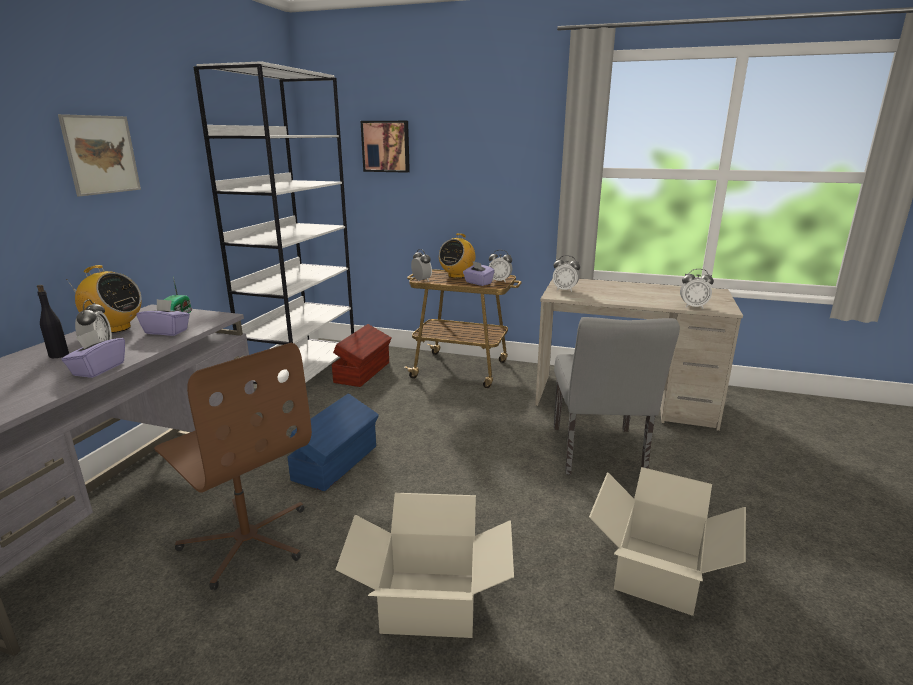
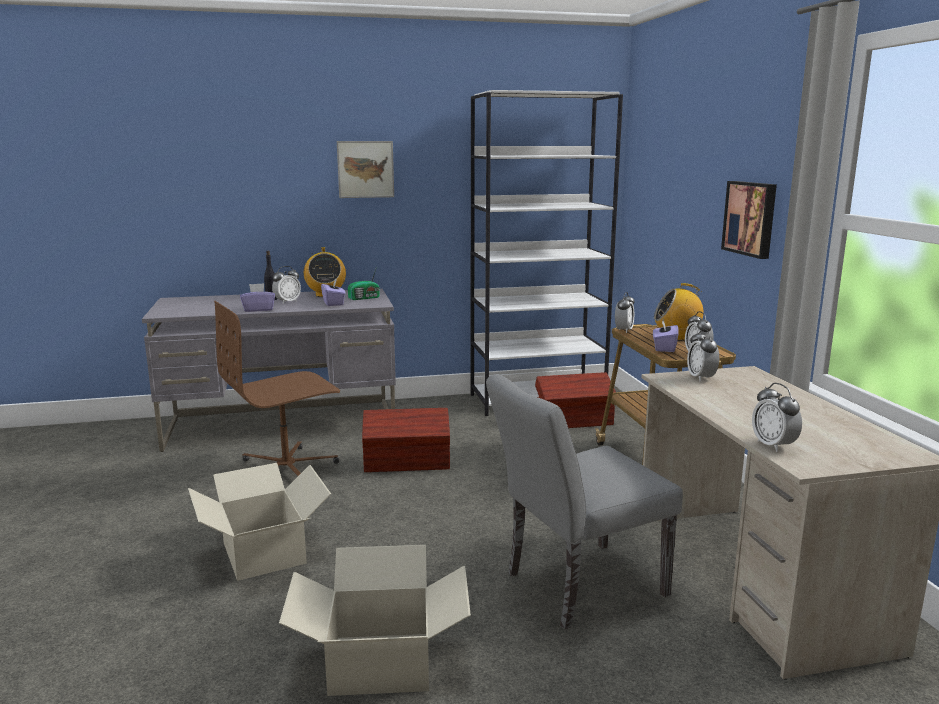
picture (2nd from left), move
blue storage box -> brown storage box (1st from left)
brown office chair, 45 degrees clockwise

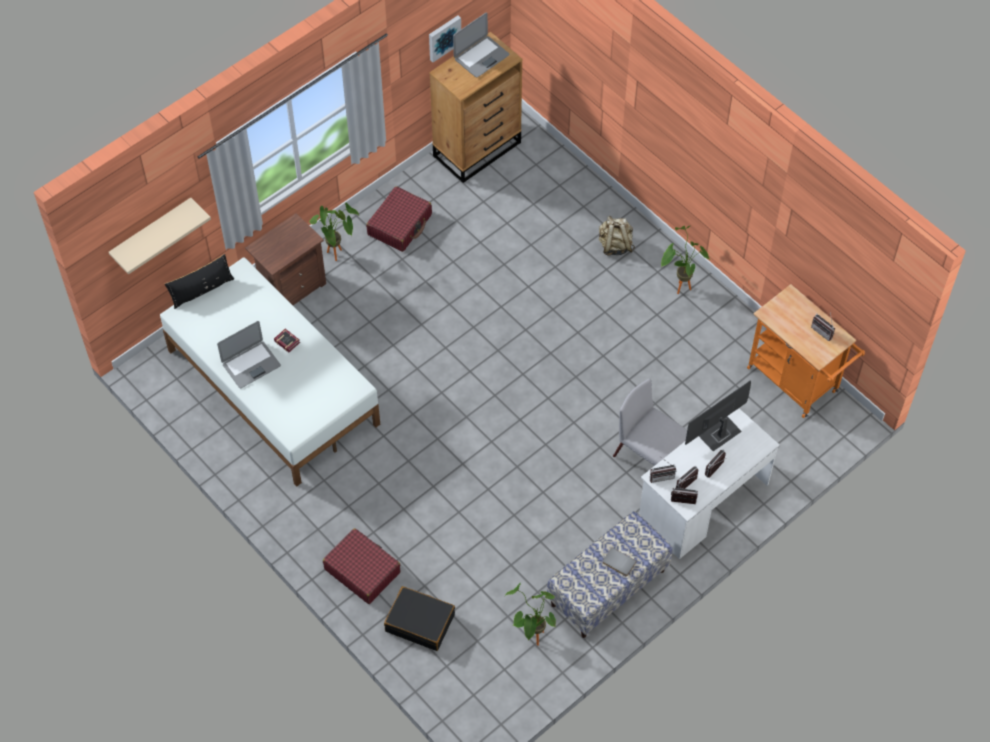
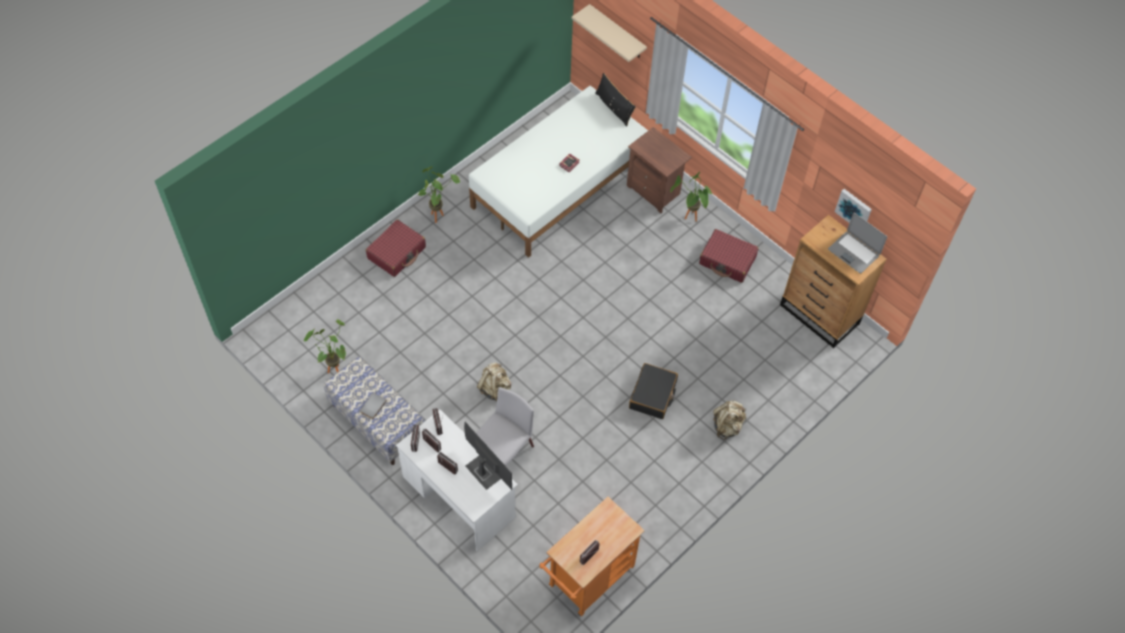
laptop (1st from left) -> none
none -> beige backpack (1st from left)
black suitcase, move
potted plant (3rd from left in the first image) -> potted plant (2nd from left), move

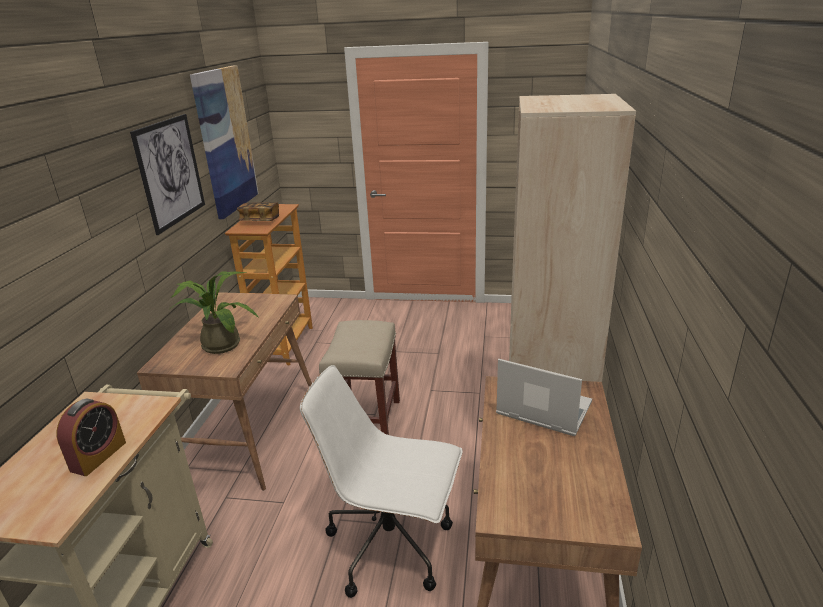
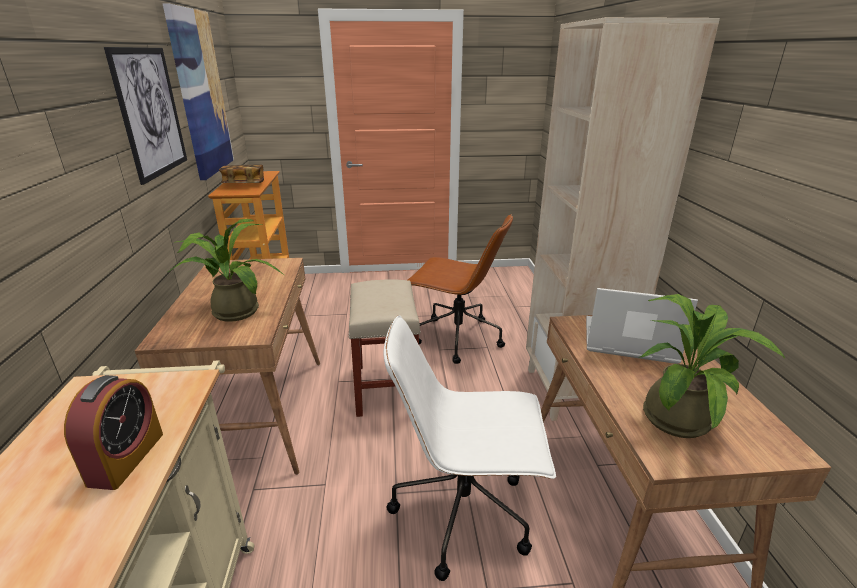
none -> brown office chair
none -> potted plant (2nd from left)

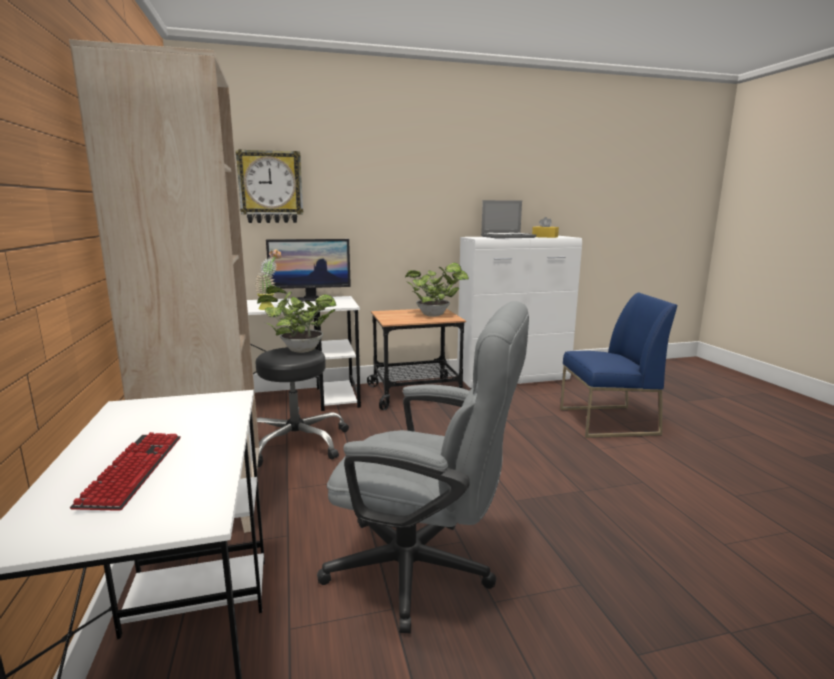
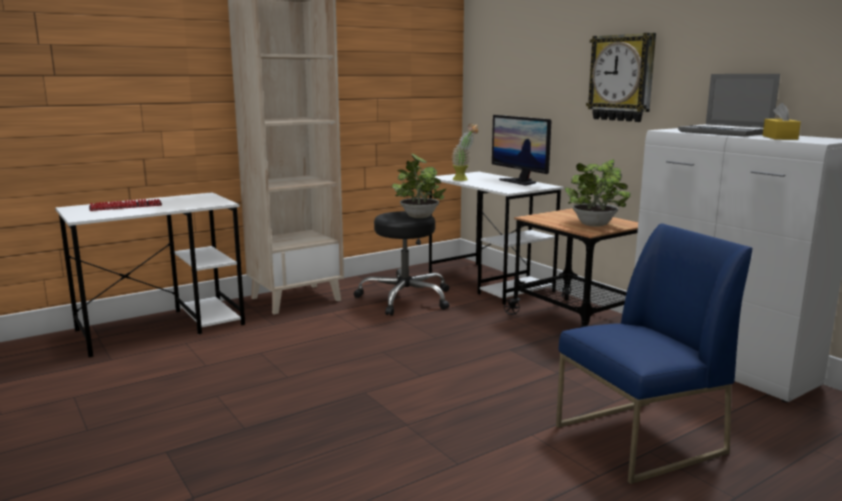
grey office chair -> none
wall clock, move
blue chair, 90 degrees counterclockwise

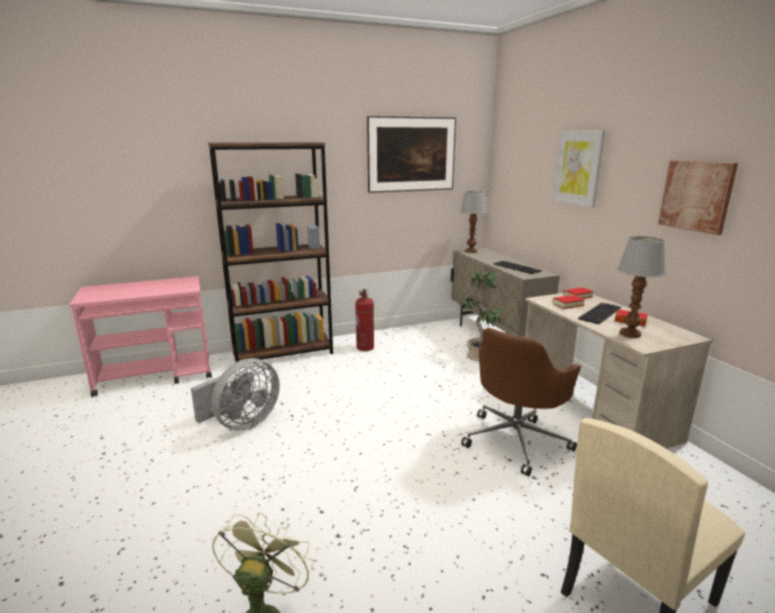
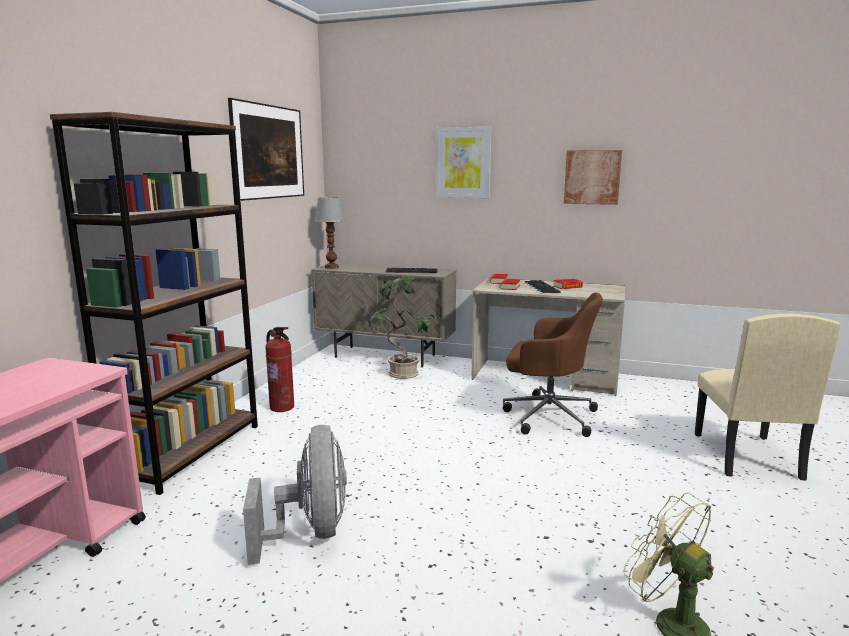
table lamp (2nd from left) -> none
brown office chair, 60 degrees counterclockwise

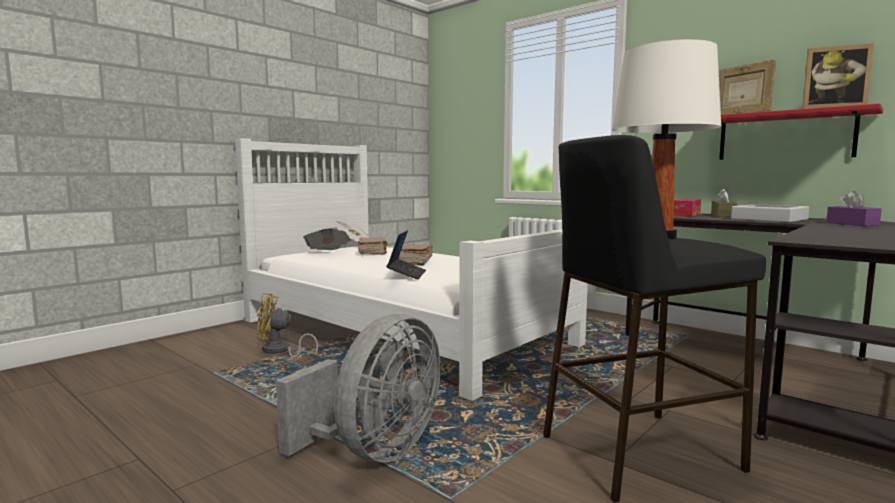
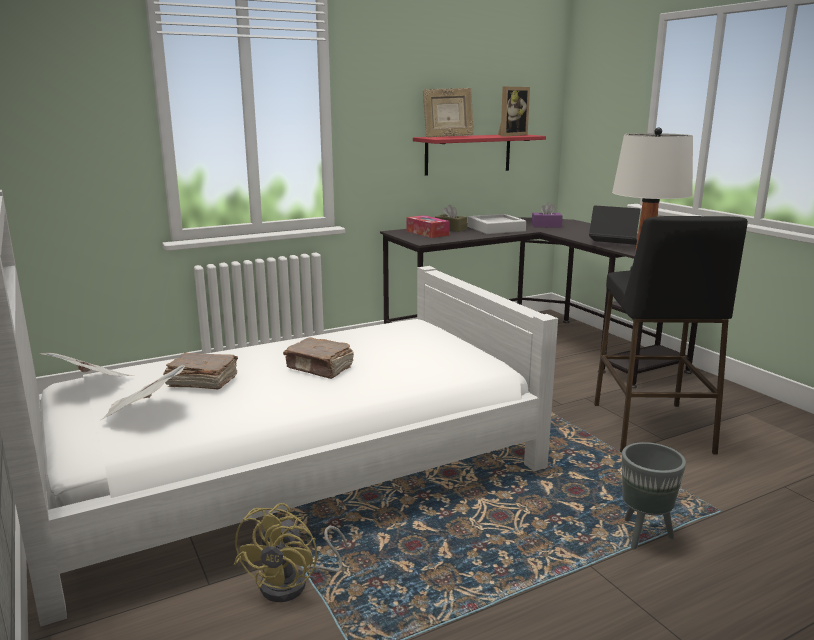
laptop, move
grey fan -> grey planter

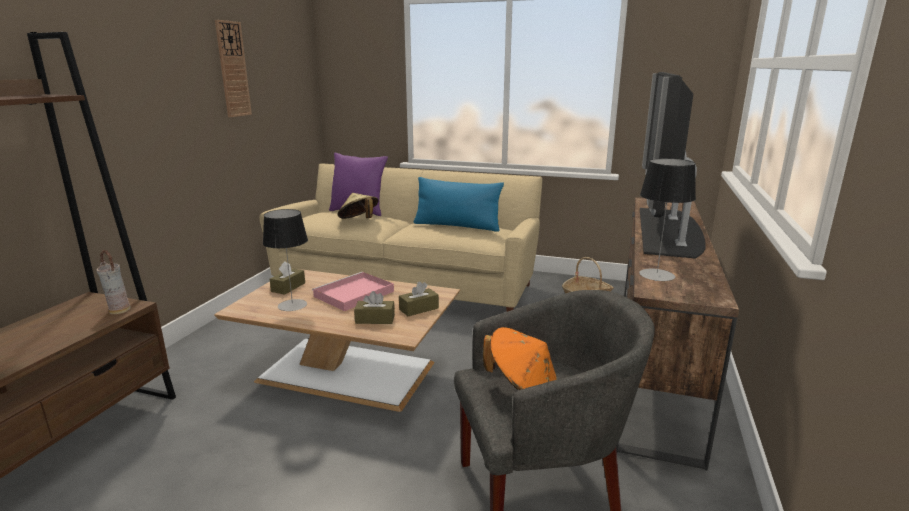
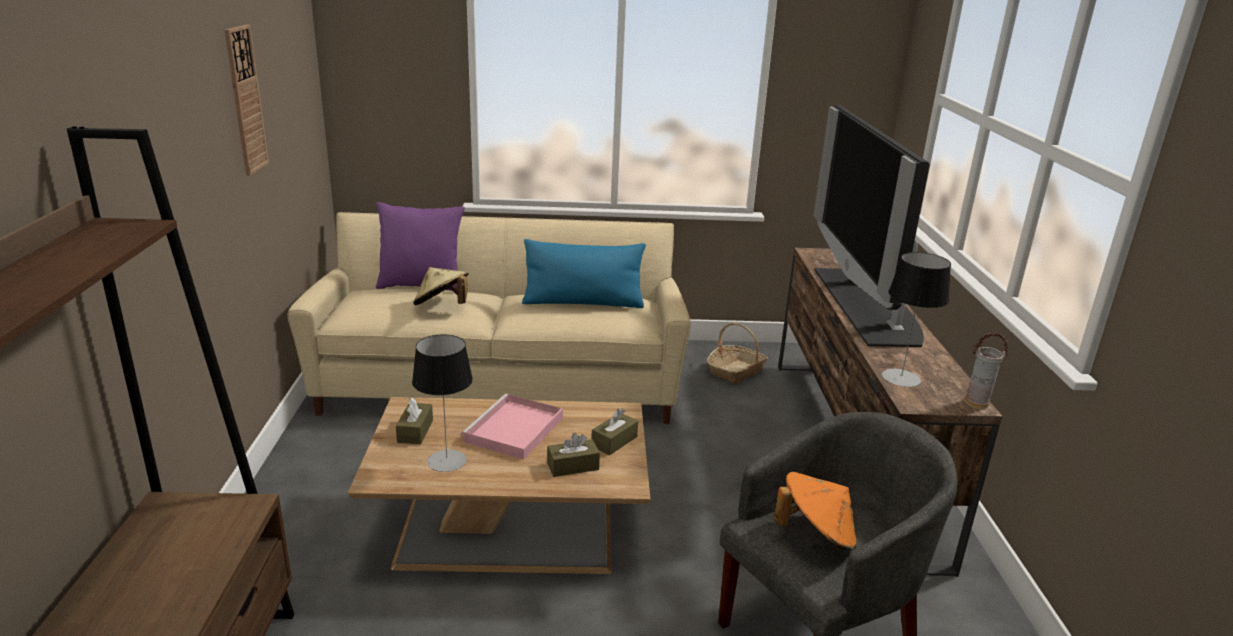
vase, move

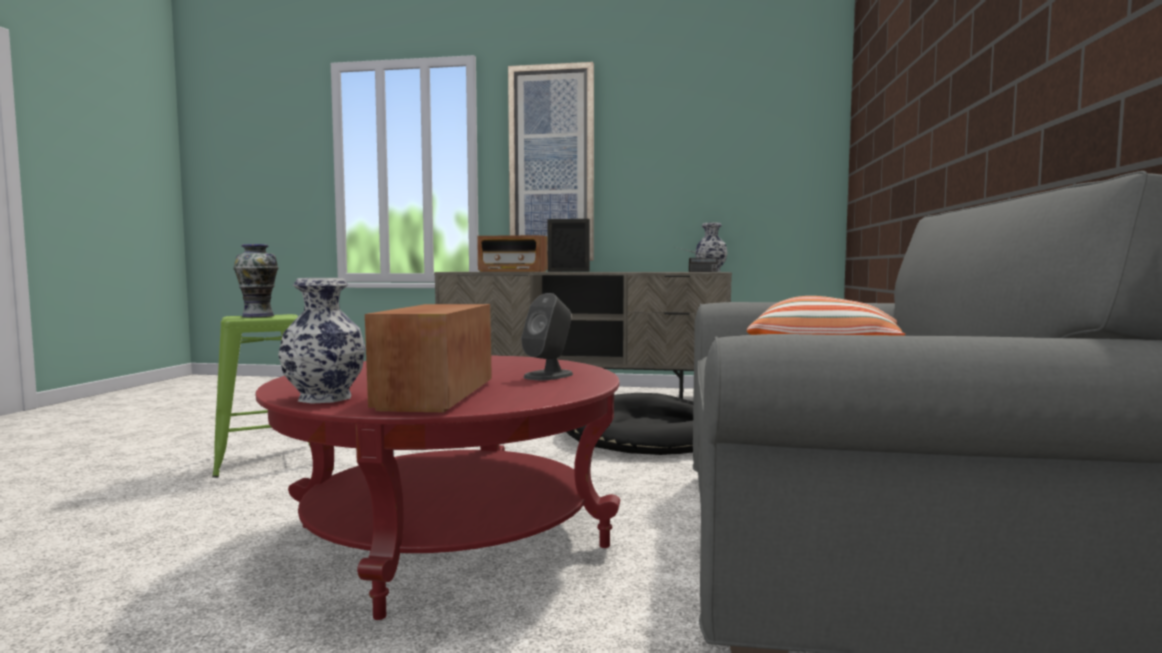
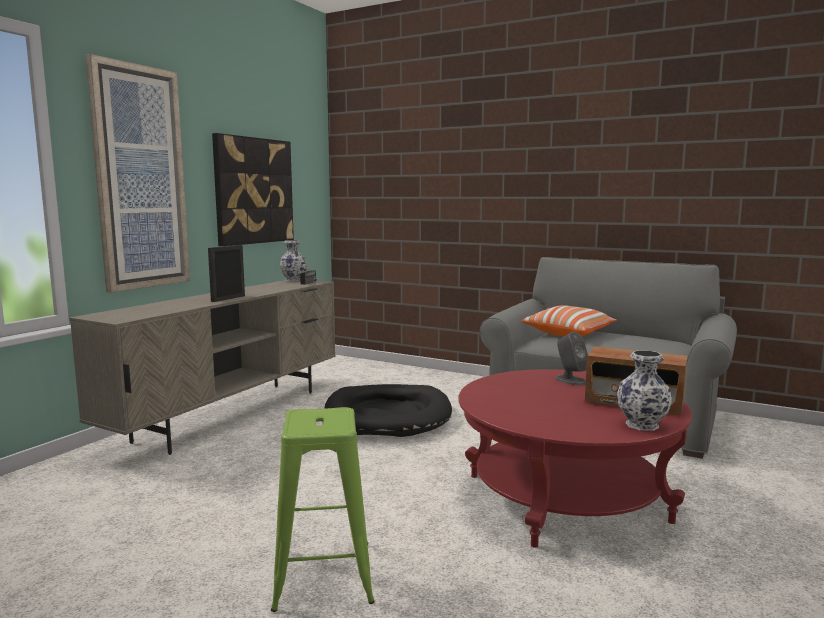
vase (1st from left) -> none
radio (2nd from left) -> none
none -> picture (2nd from left)

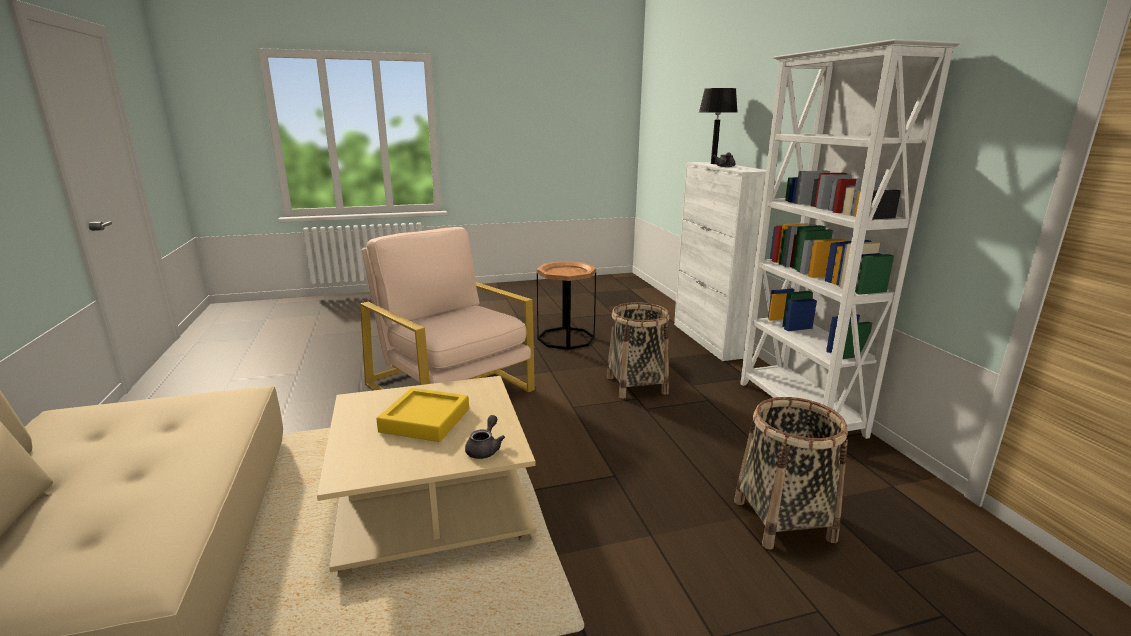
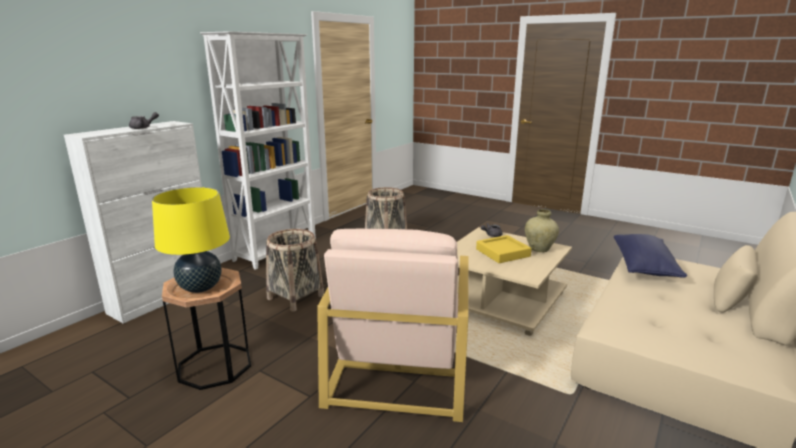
black table lamp -> none
none -> yellow table lamp
none -> beige vase
none -> blue pillow

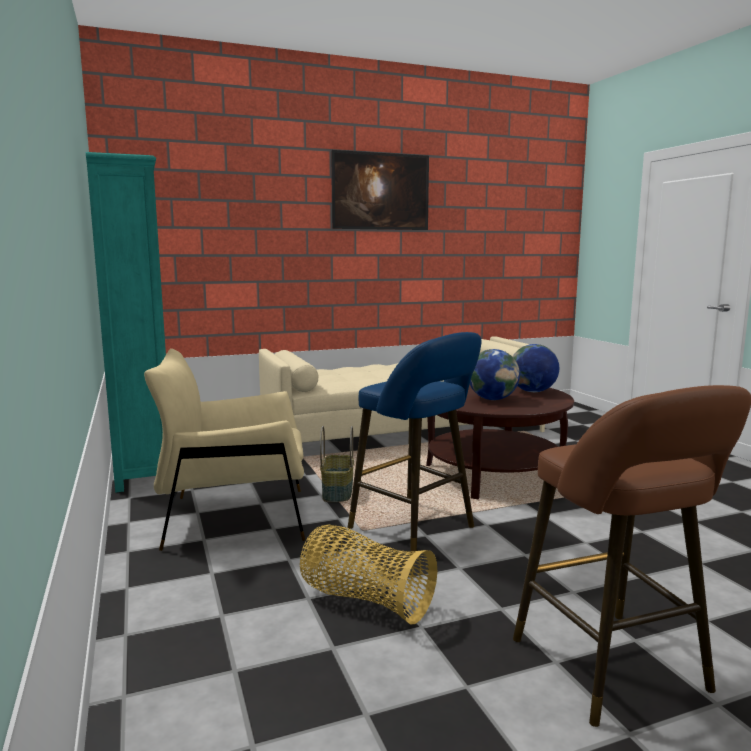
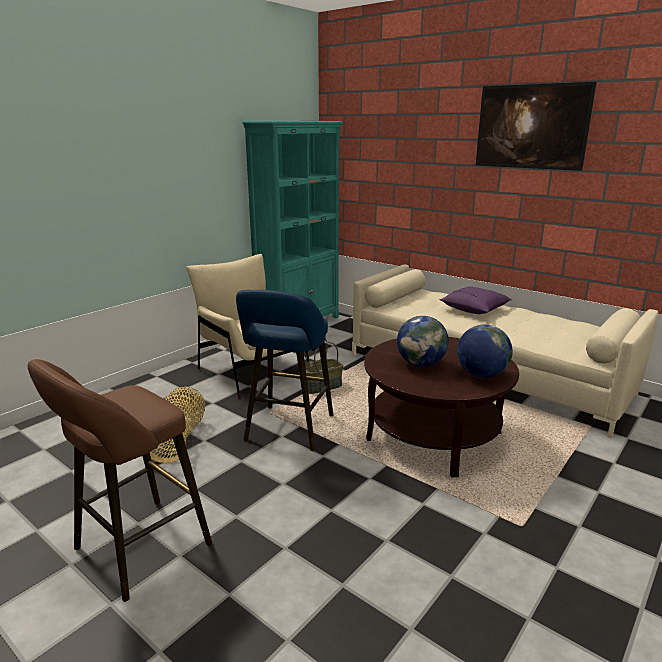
none -> purple pillow

